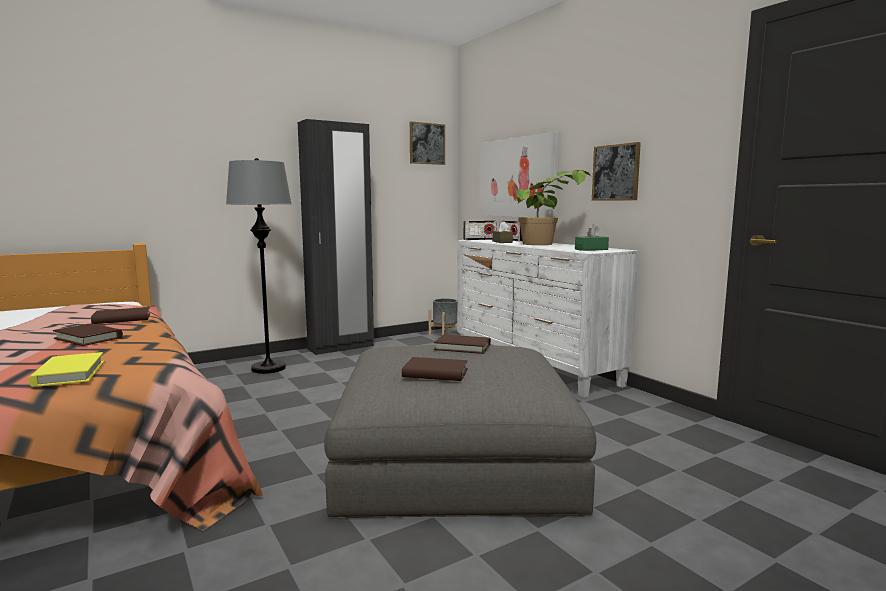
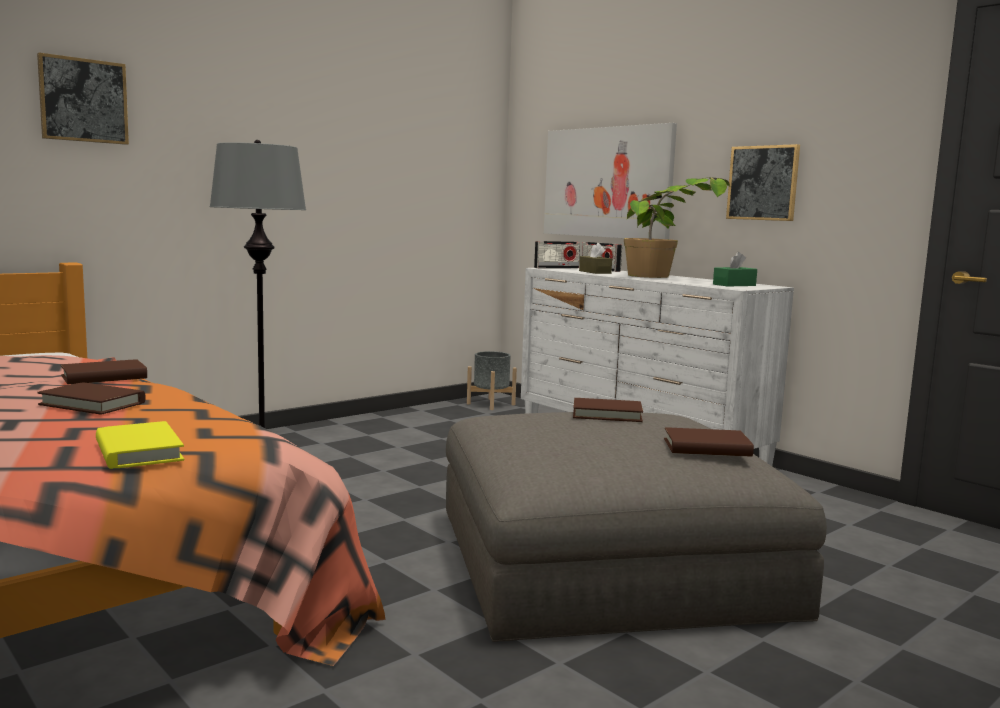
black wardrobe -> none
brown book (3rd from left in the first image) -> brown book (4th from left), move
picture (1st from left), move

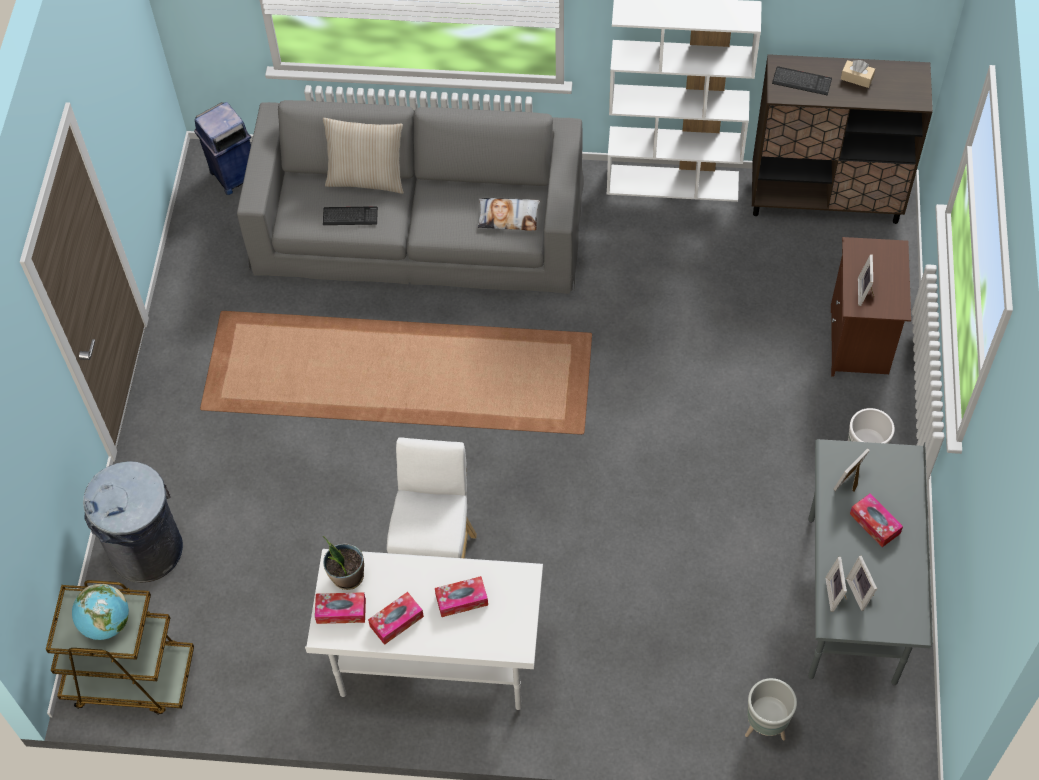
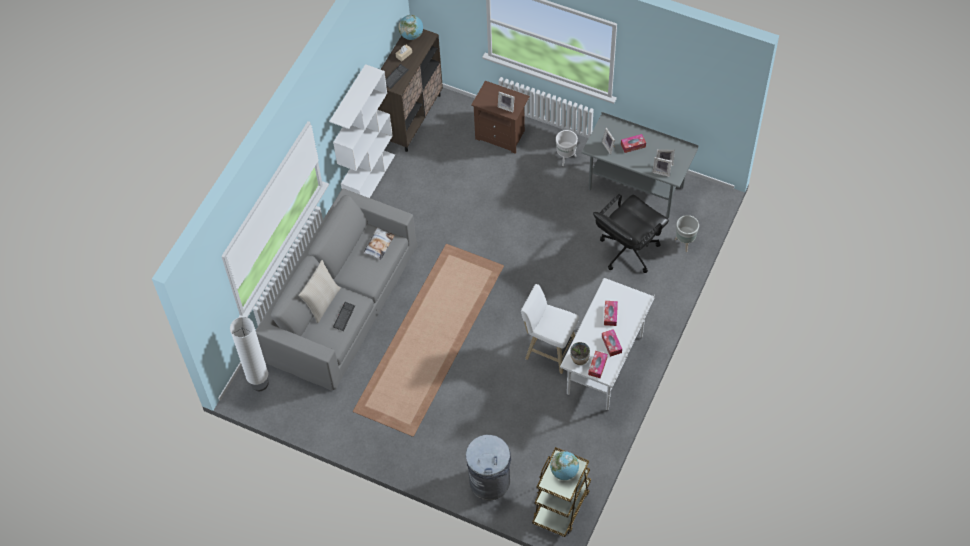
none -> globe (1st from left)
none -> black office chair
blue trash can -> white floor lamp

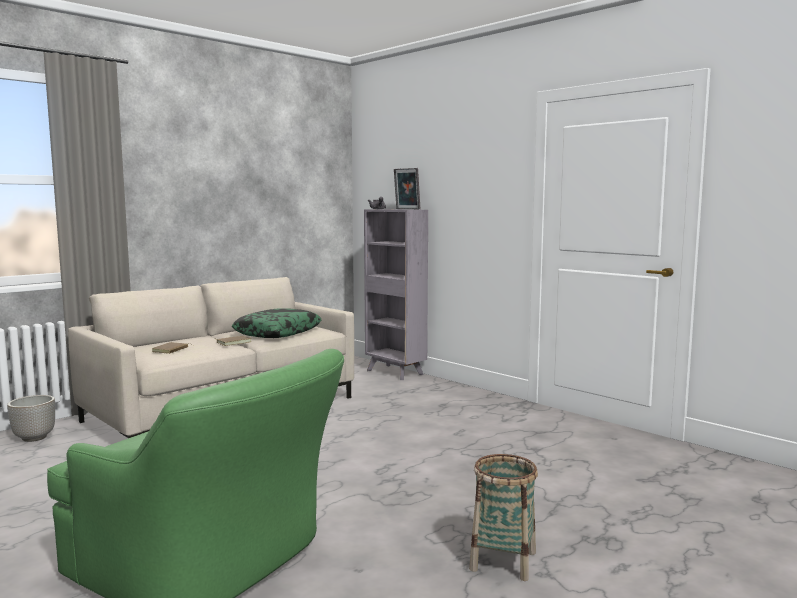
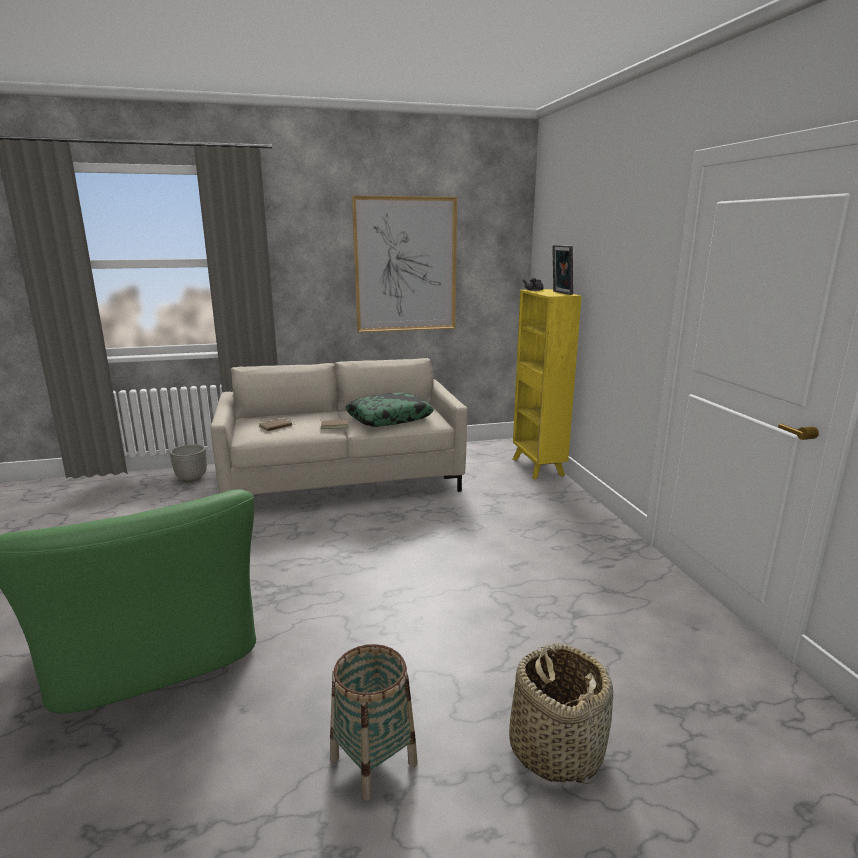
none -> picture
none -> basket (2nd from left)
grey bookcase -> yellow bookcase

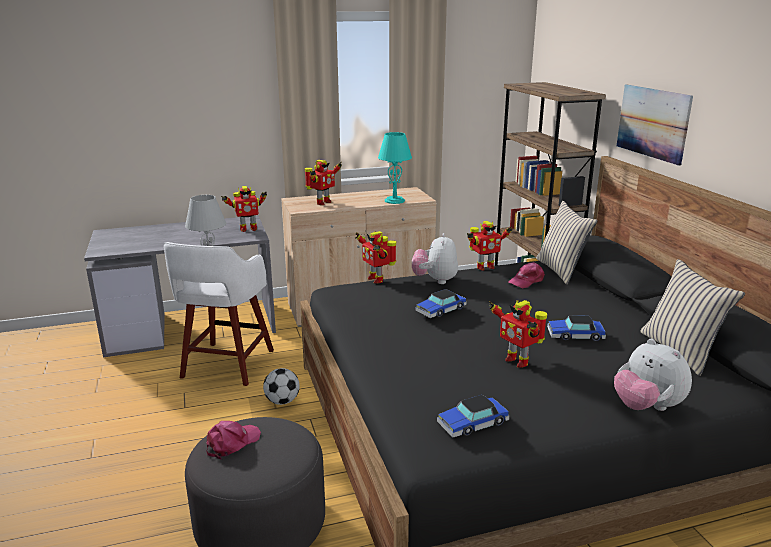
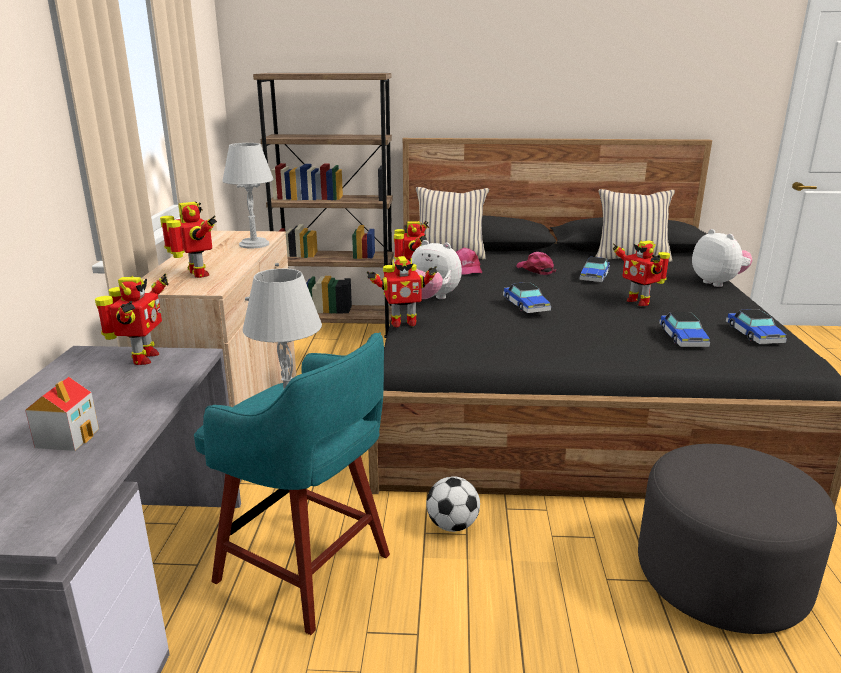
picture -> none
none -> toy house
none -> toy car (3rd from left)
pink cap (1st from left in the first image) -> pink cap (2nd from left), move
white stool -> turquoise stool
turquoise table lamp -> grey table lamp (1st from left)
toy robot (5th from left), 75 degrees clockwise
plush toy (2nd from left), 105 degrees counterclockwise

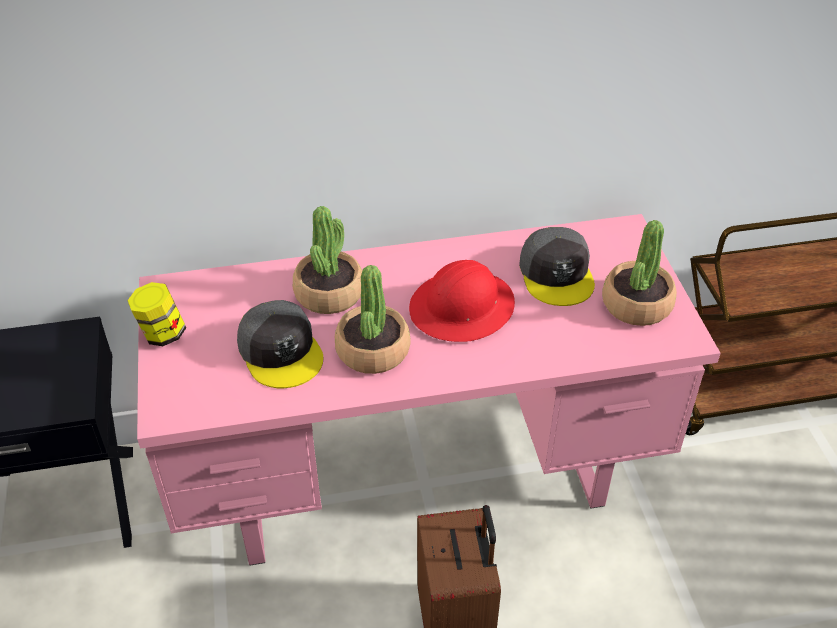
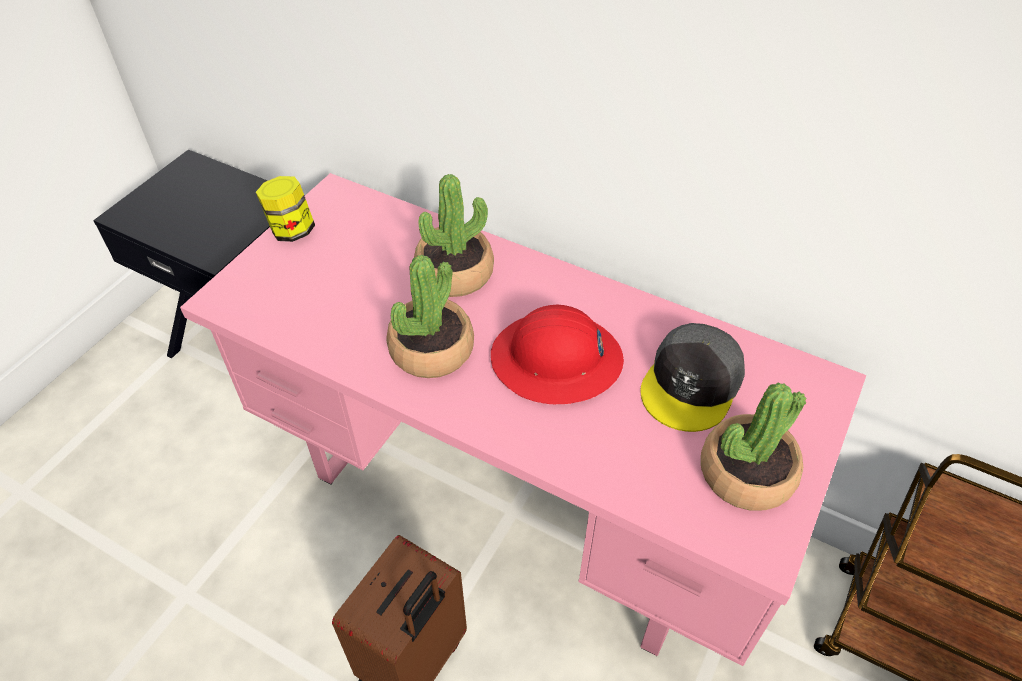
grey cap (1st from left) -> none

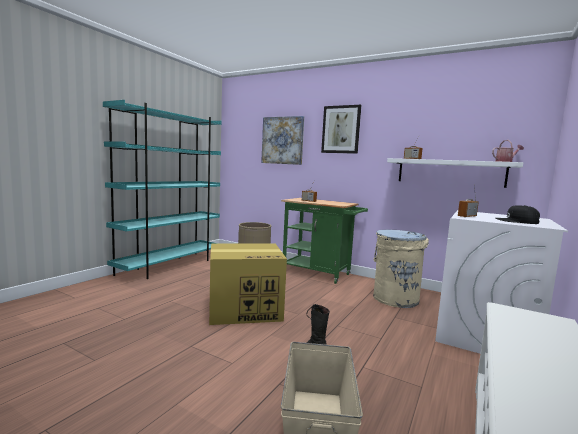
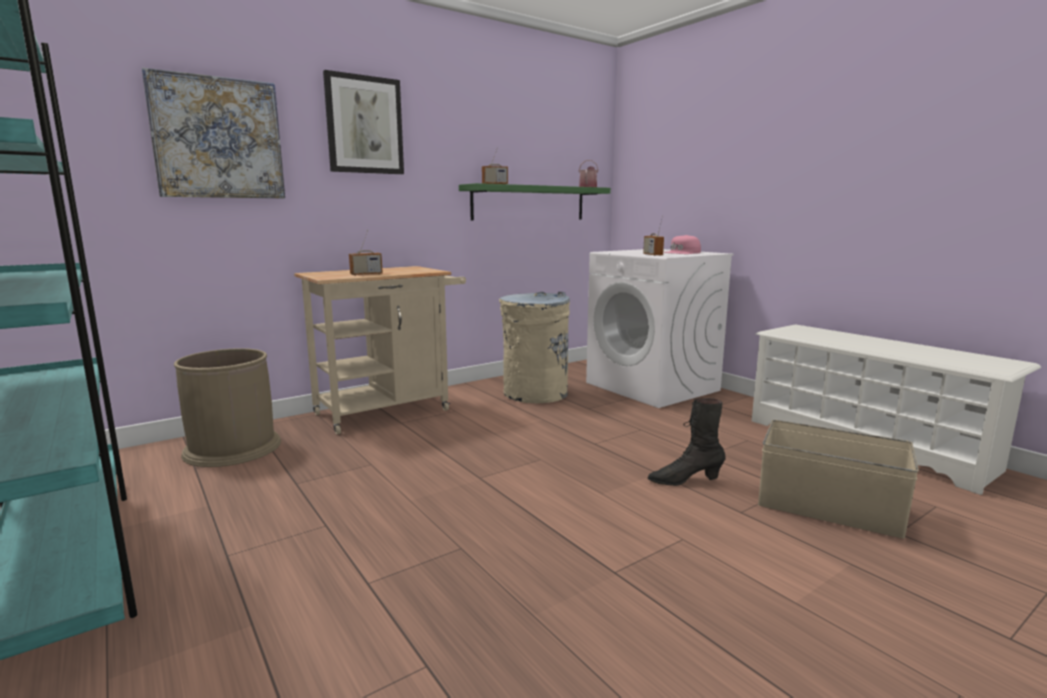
cardboard box -> none
green cart -> beige cart
white shelf -> green shelf
black cap -> pink cap

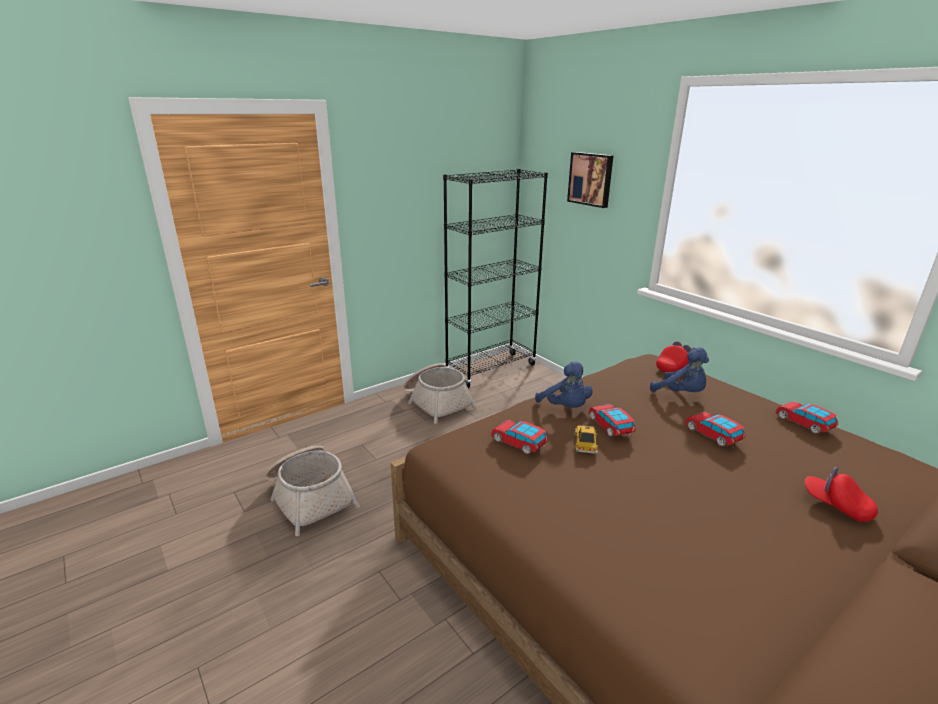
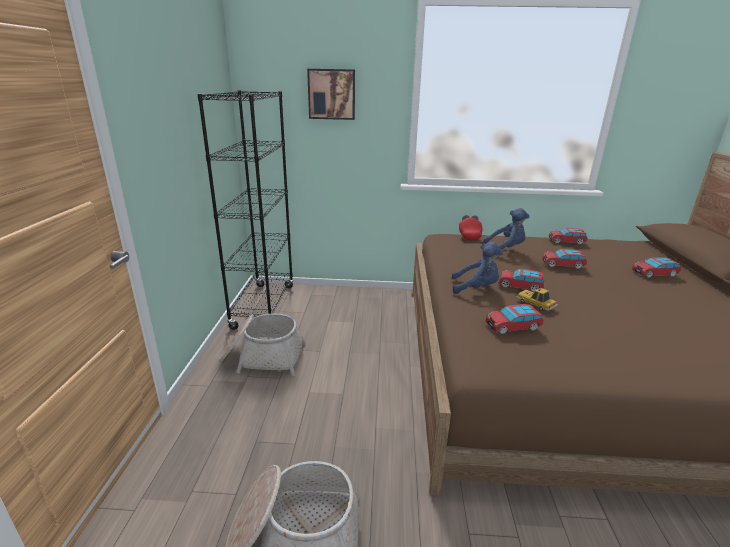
red cap (2nd from left) -> toy car (6th from left)

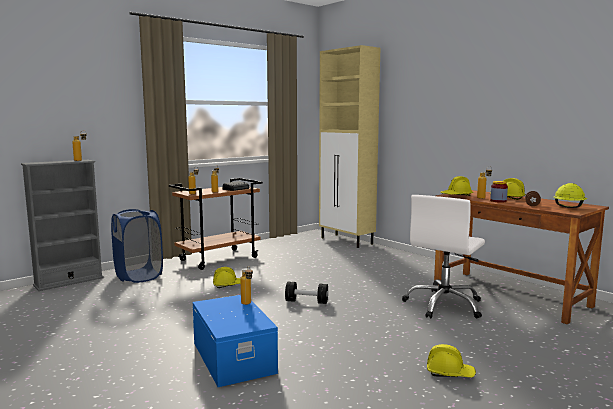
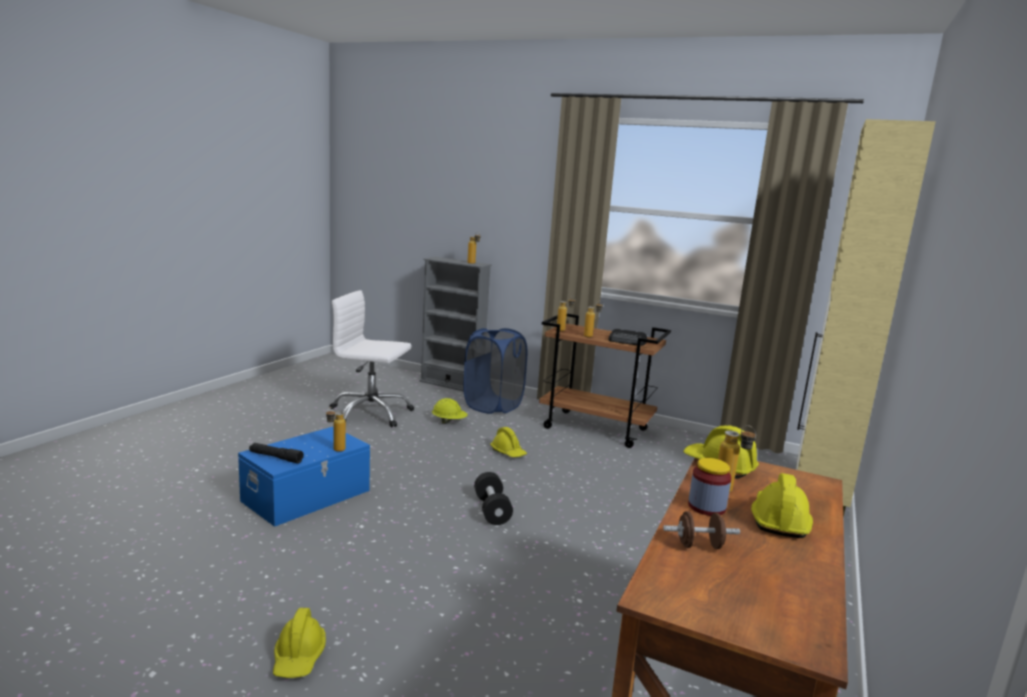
none -> black flashlight
white office chair, move
yellow hard hat (5th from left in the first image) -> yellow hard hat (2nd from left), move

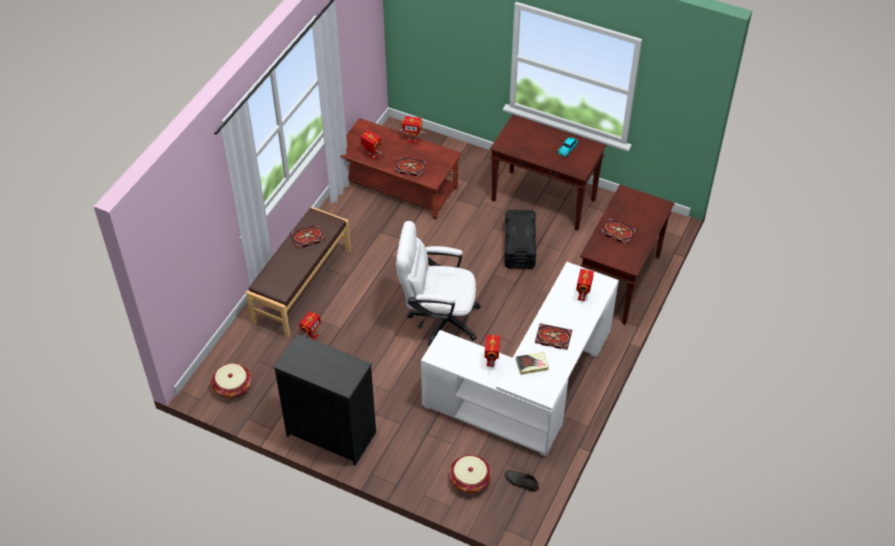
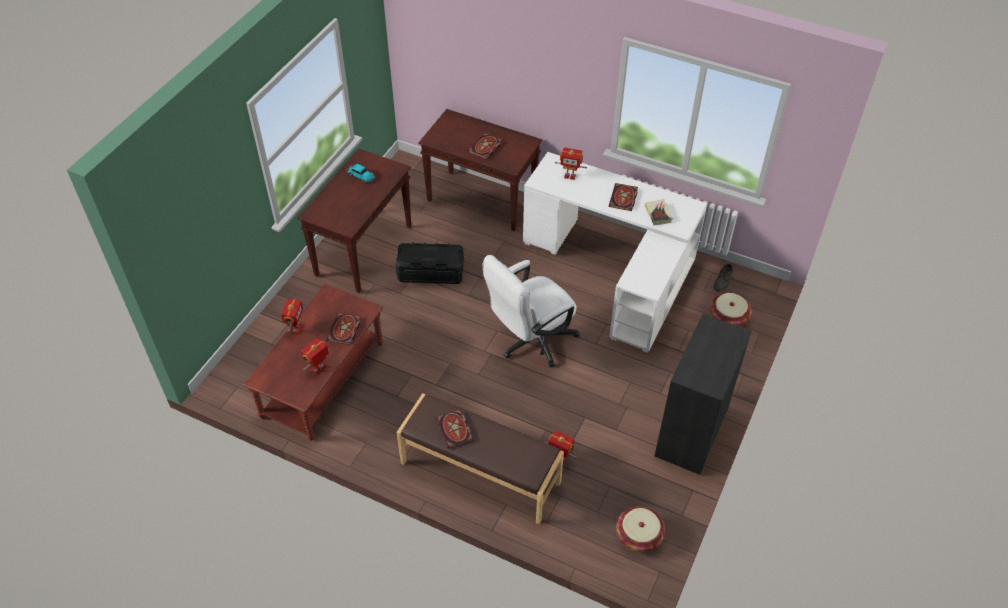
toy robot (4th from left) -> none
white office chair, 45 degrees clockwise

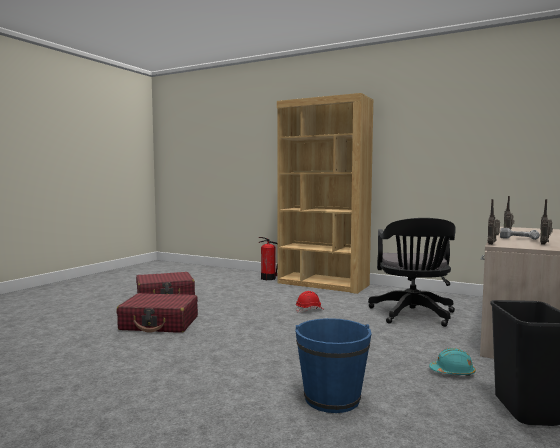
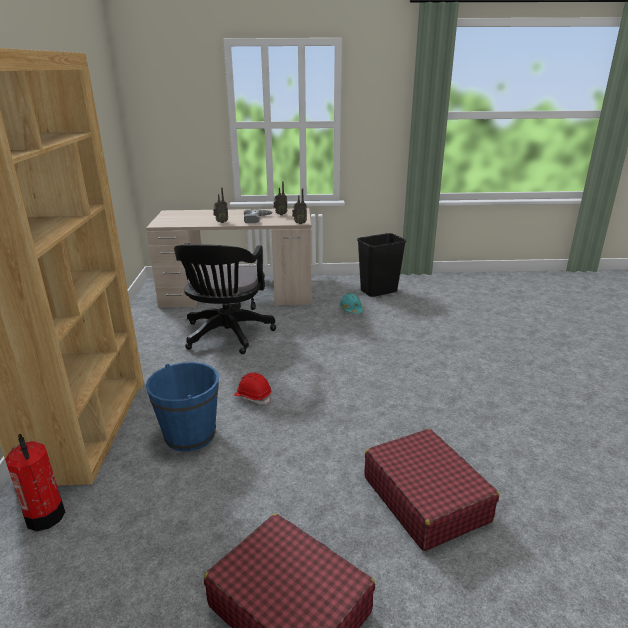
blue bucket, move
black office chair, 120 degrees clockwise

